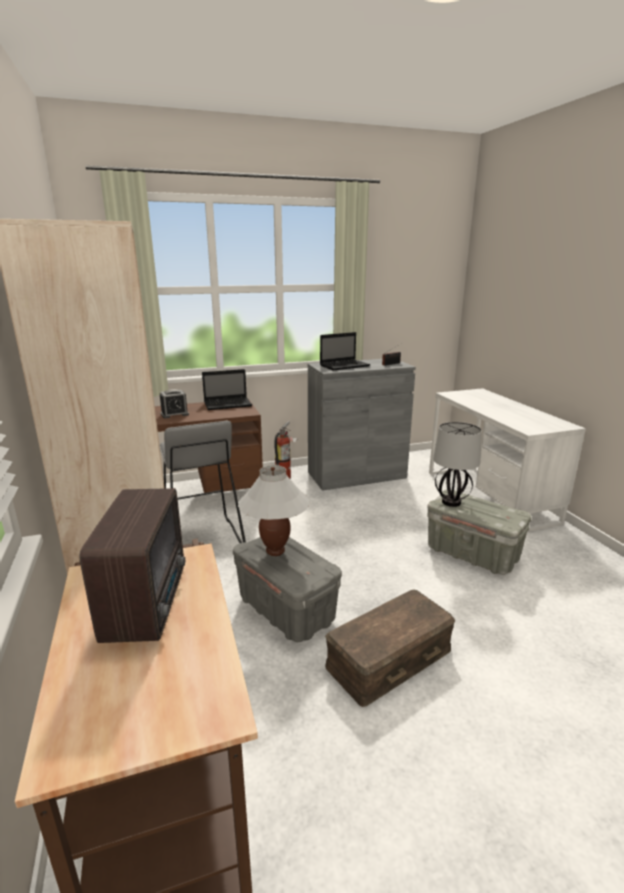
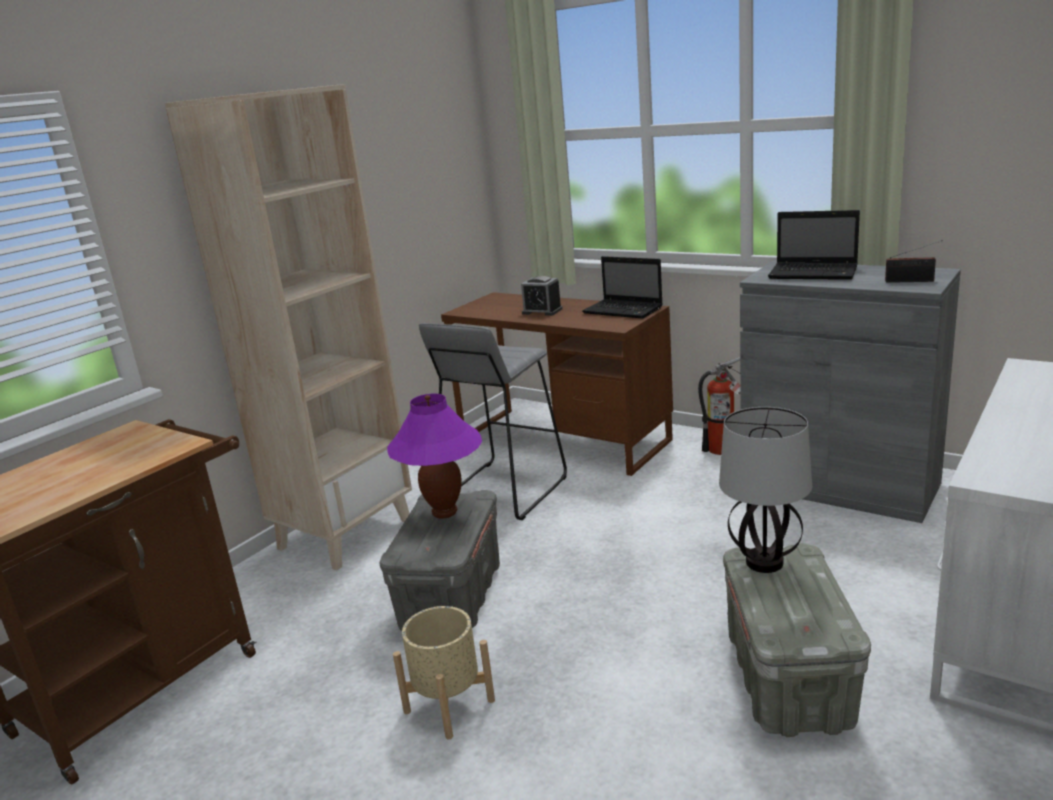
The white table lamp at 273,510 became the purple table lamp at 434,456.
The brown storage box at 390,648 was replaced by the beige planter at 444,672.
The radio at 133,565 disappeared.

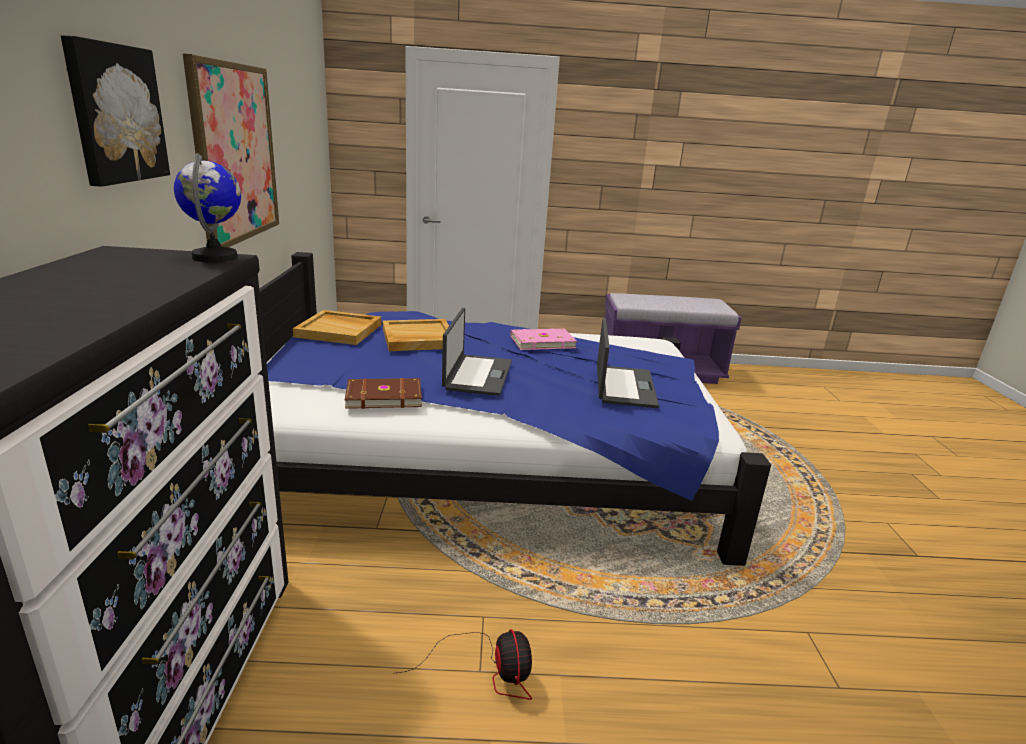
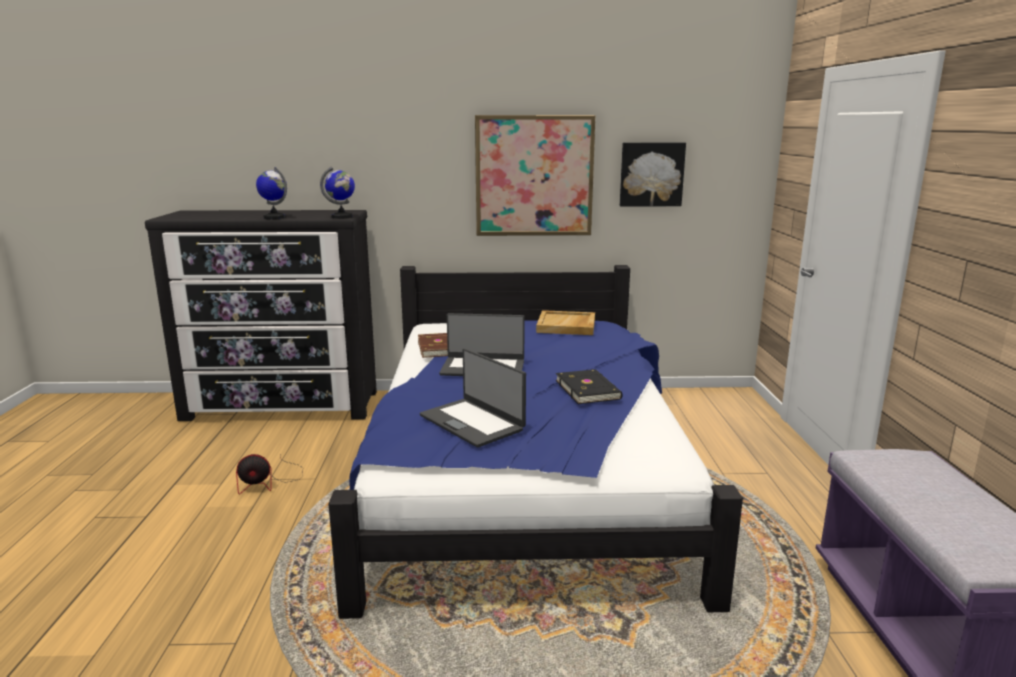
The globe at 271,193 appeared.
The laptop at 628,363 turned 45 degrees clockwise.
The pink book at 544,339 became the black book at 589,386.
The picture moved from 115,111 to 653,174.
The beige tray at 416,335 disappeared.

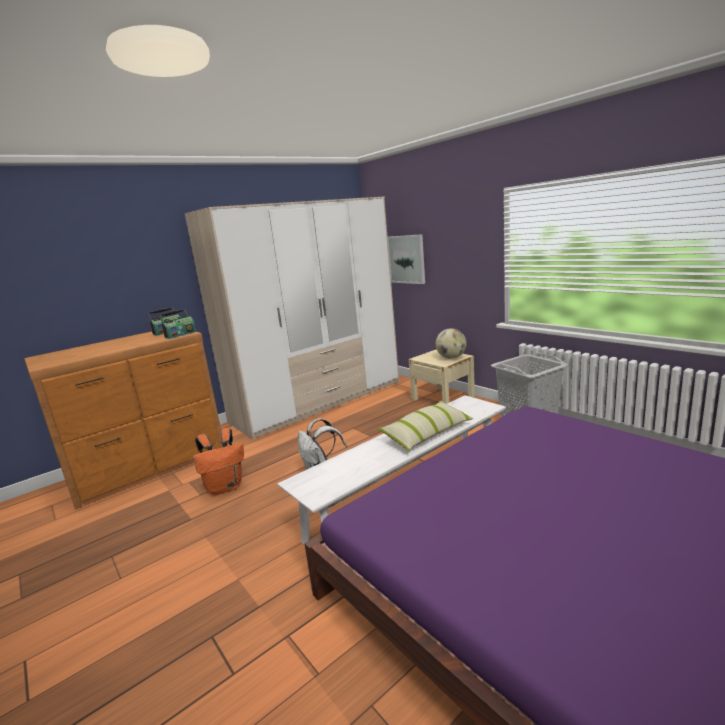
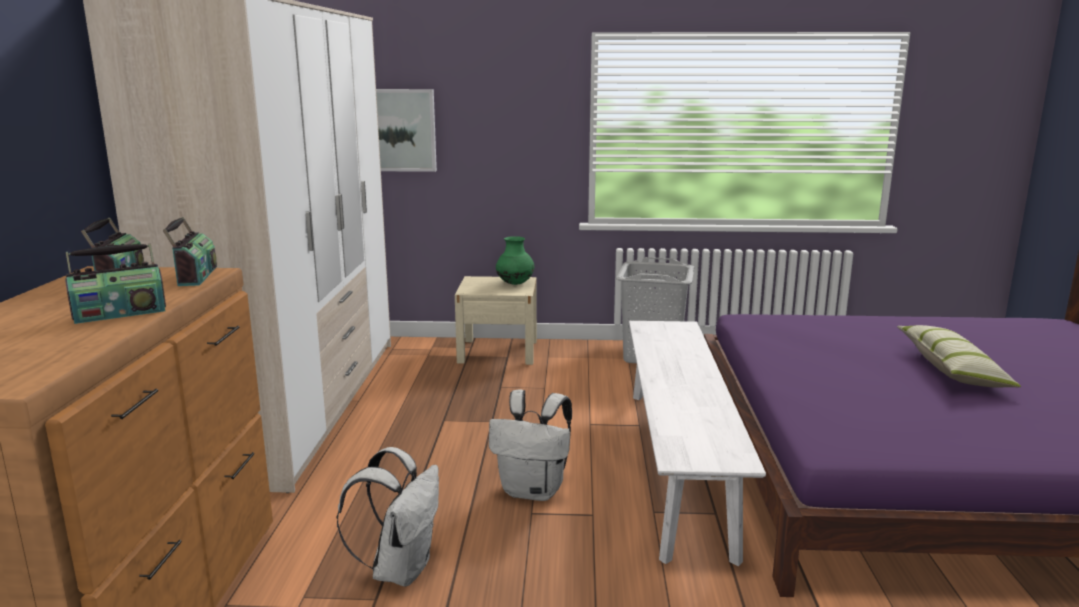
The radio at 115,283 appeared.
The orange backpack at 218,461 became the white backpack at 388,517.
The globe at 451,343 was replaced by the green vase at 515,260.
The pillow moved from 425,426 to 959,356.

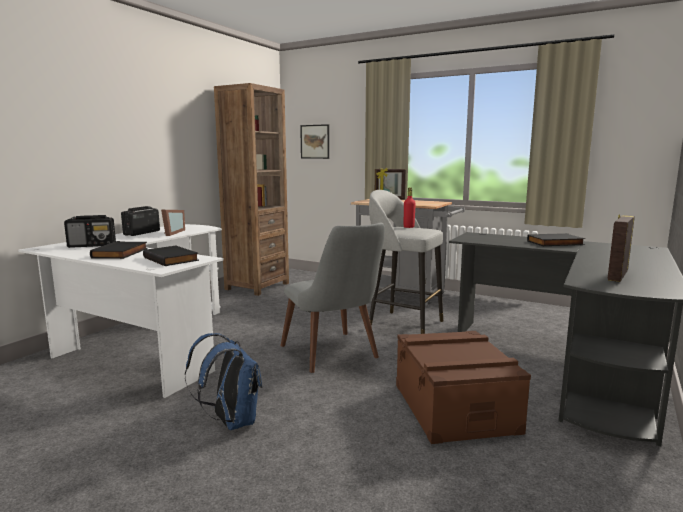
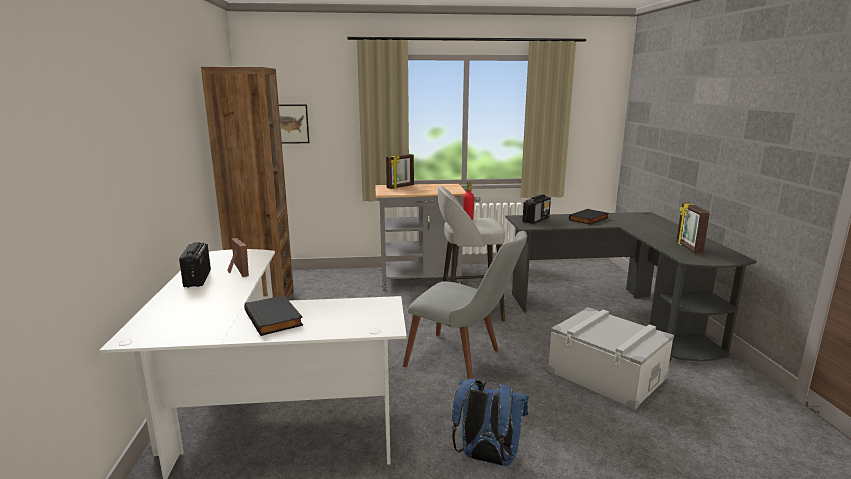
The radio moved from 90,231 to 537,209.
The brown storage box at 463,387 became the grey storage box at 611,358.
The black book at 171,256 disappeared.

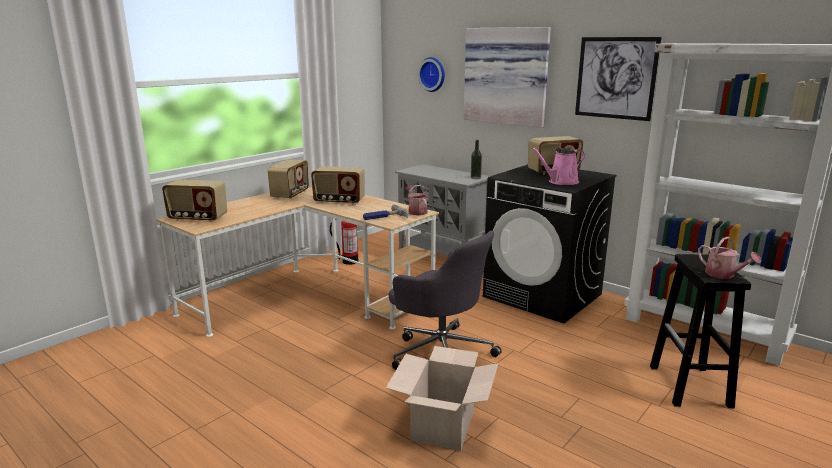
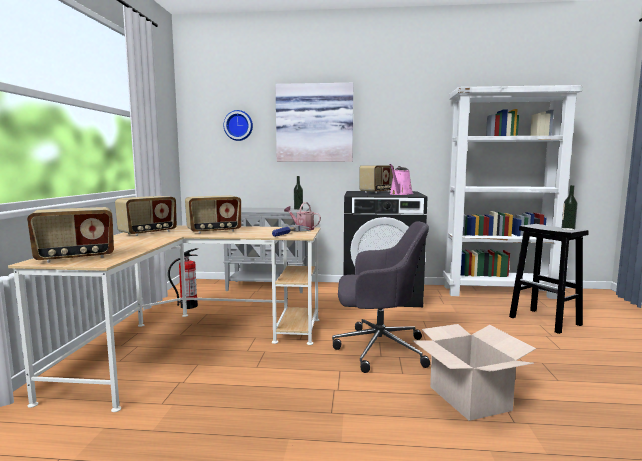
The radio at 288,179 turned 60 degrees clockwise.
The watering can at 729,258 was replaced by the bottle at 570,207.
The picture at 618,79 disappeared.

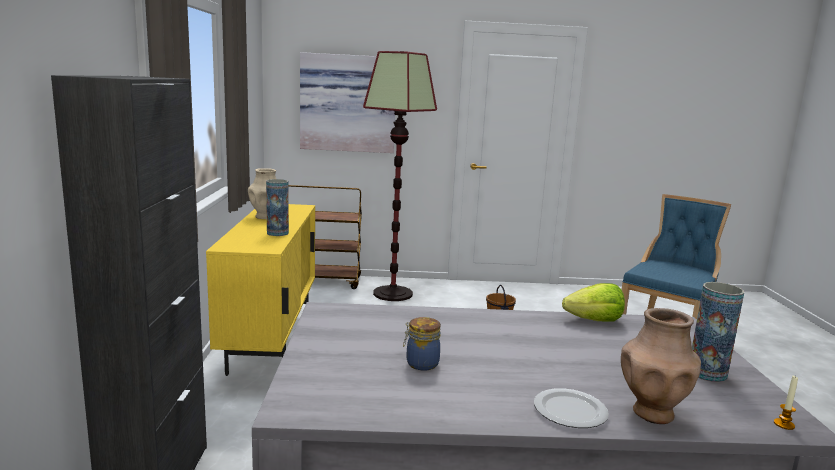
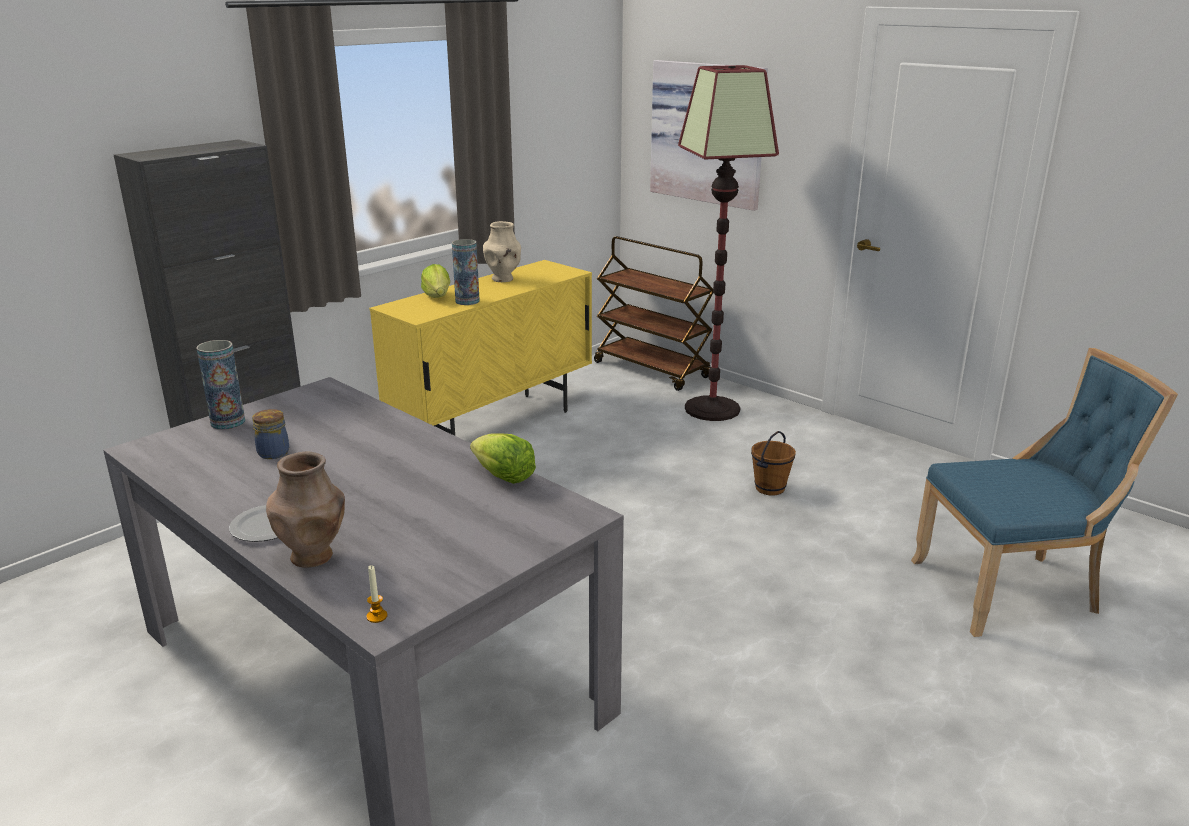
The vase moved from 718,332 to 221,385.
The lettuce at 435,281 appeared.

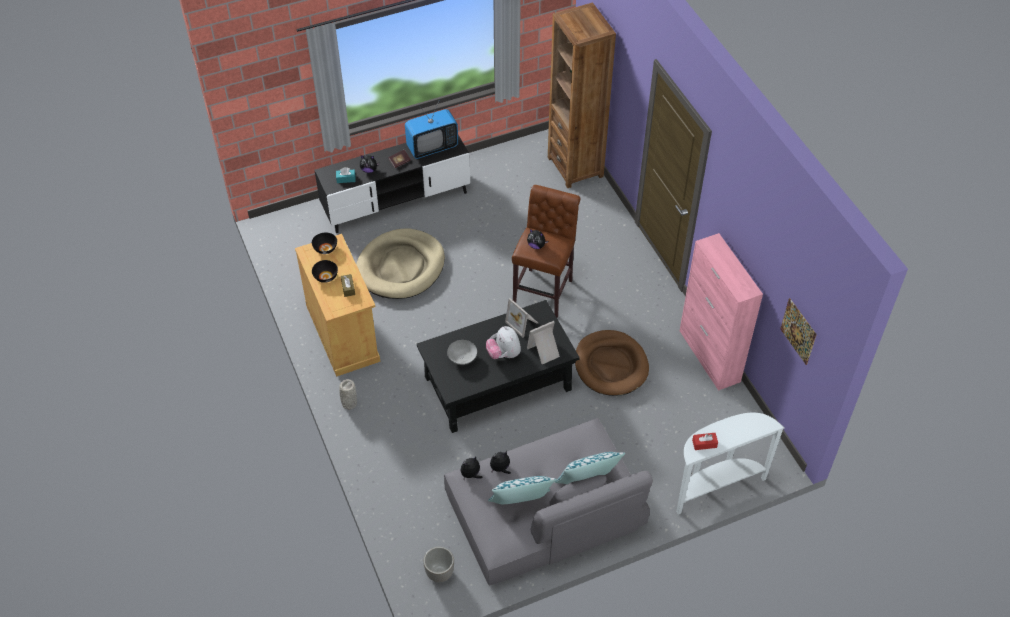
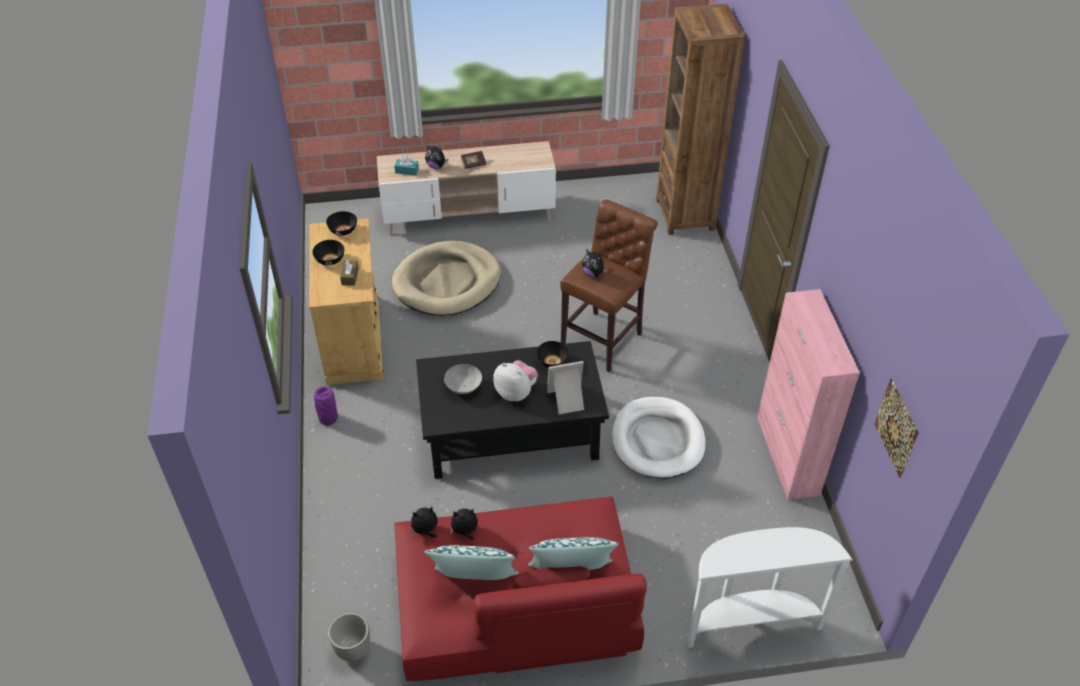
The grey vase at 348,394 became the purple vase at 326,406.
The black tv stand at 392,184 became the beige tv stand at 466,188.
The grey sofa at 548,502 became the red sofa at 520,588.
The plush toy at 503,342 turned 135 degrees clockwise.
The picture frame at 521,318 was replaced by the black bowl at 553,354.
The brown dog bed at 612,363 became the white dog bed at 658,438.
The television at 431,130 disappeared.
The red tissue box at 705,441 disappeared.

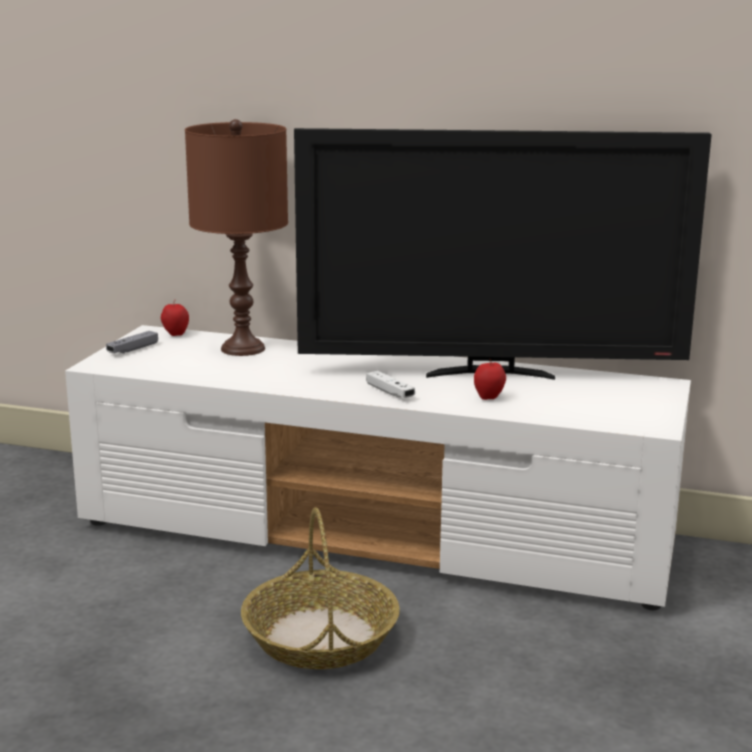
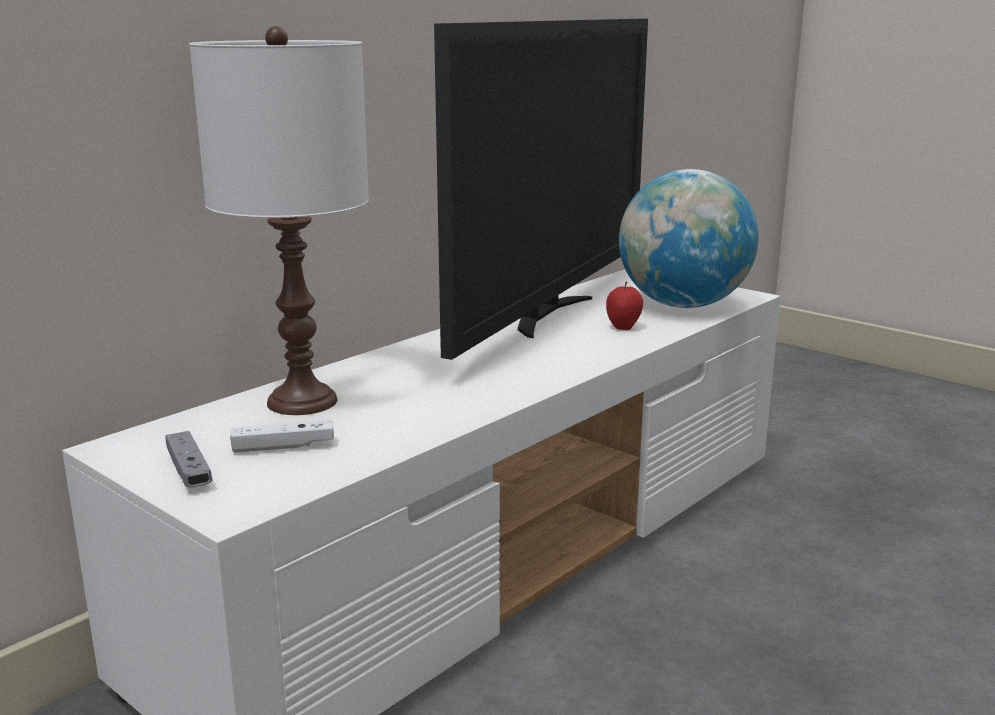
The brown table lamp at 236,237 became the white table lamp at 279,220.
The white game controller moved from 390,384 to 282,436.
The globe at 688,238 appeared.
The apple at 175,317 disappeared.
The basket at 320,588 disappeared.

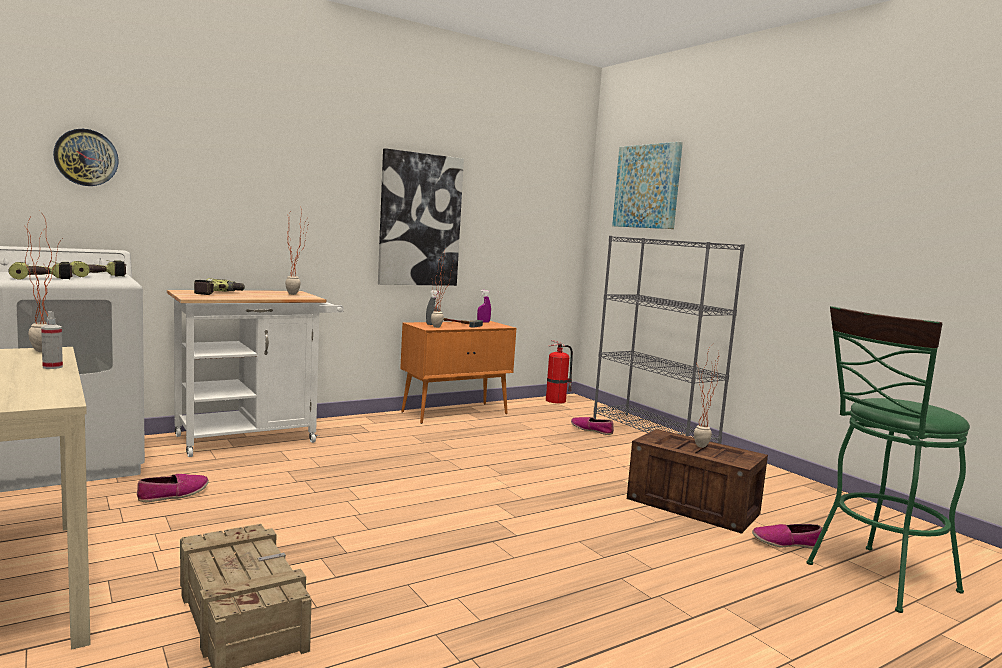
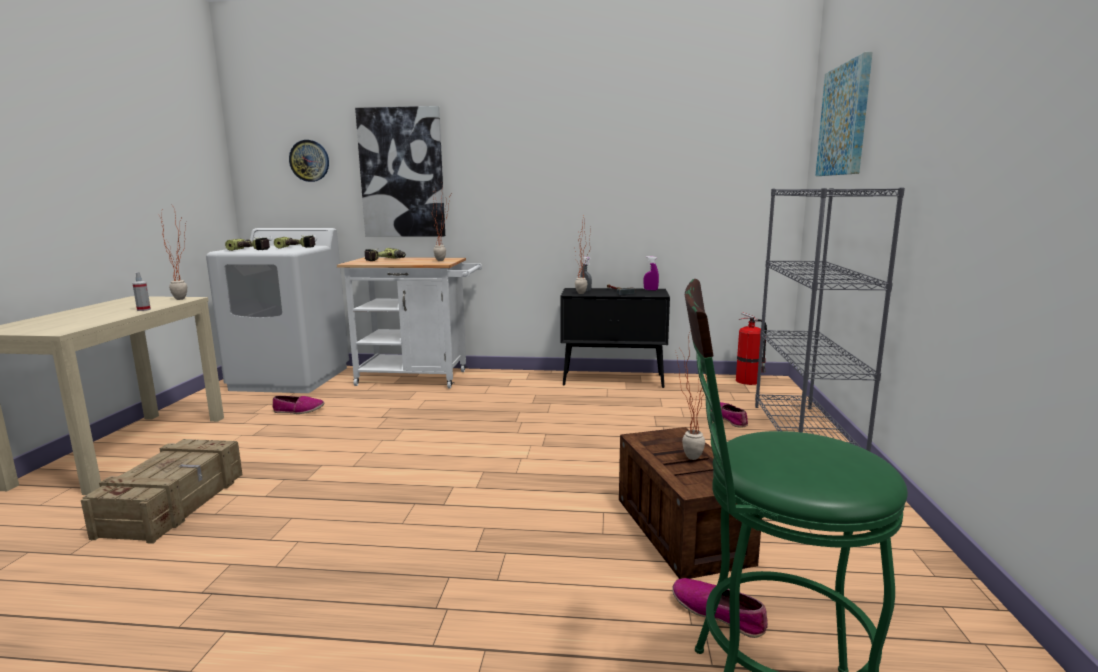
The picture moved from 421,217 to 400,171.
The orange cabinet at 458,372 became the black cabinet at 615,338.

